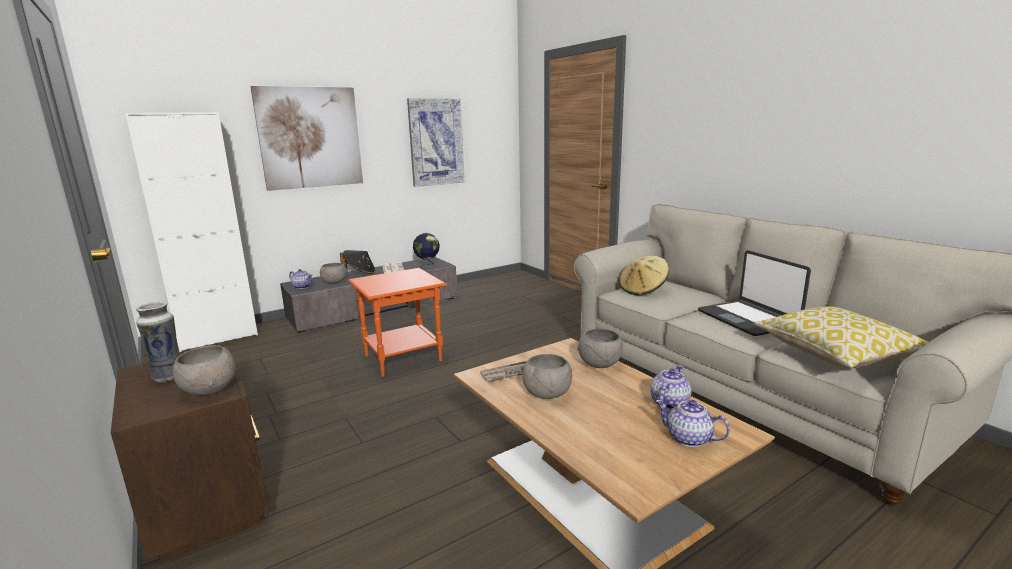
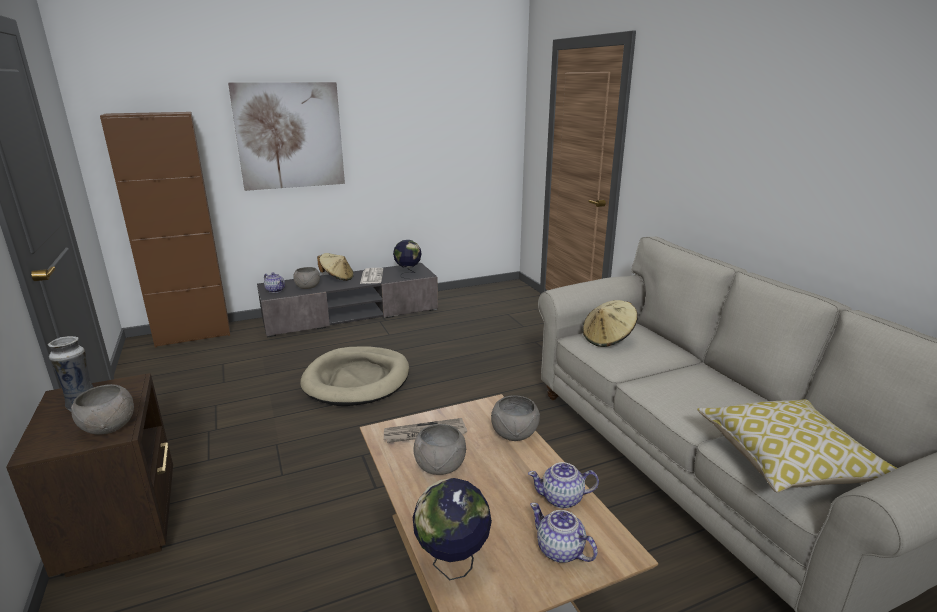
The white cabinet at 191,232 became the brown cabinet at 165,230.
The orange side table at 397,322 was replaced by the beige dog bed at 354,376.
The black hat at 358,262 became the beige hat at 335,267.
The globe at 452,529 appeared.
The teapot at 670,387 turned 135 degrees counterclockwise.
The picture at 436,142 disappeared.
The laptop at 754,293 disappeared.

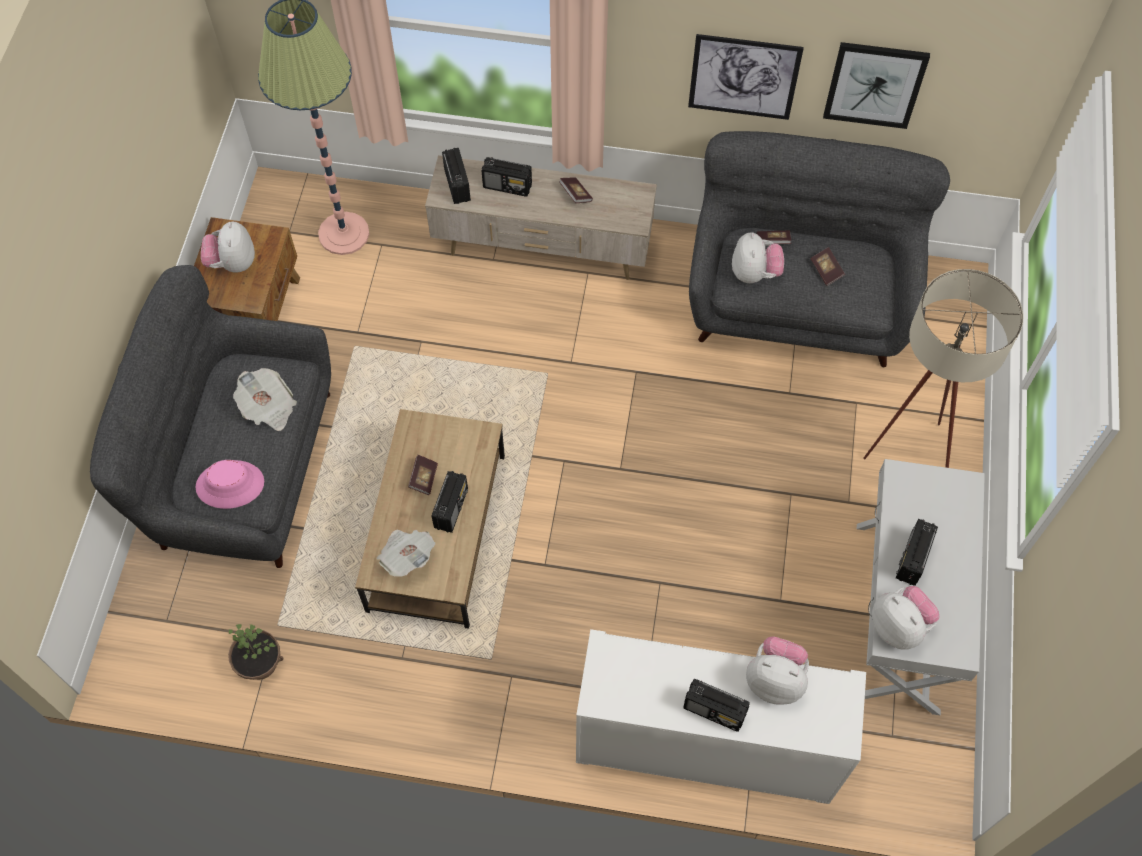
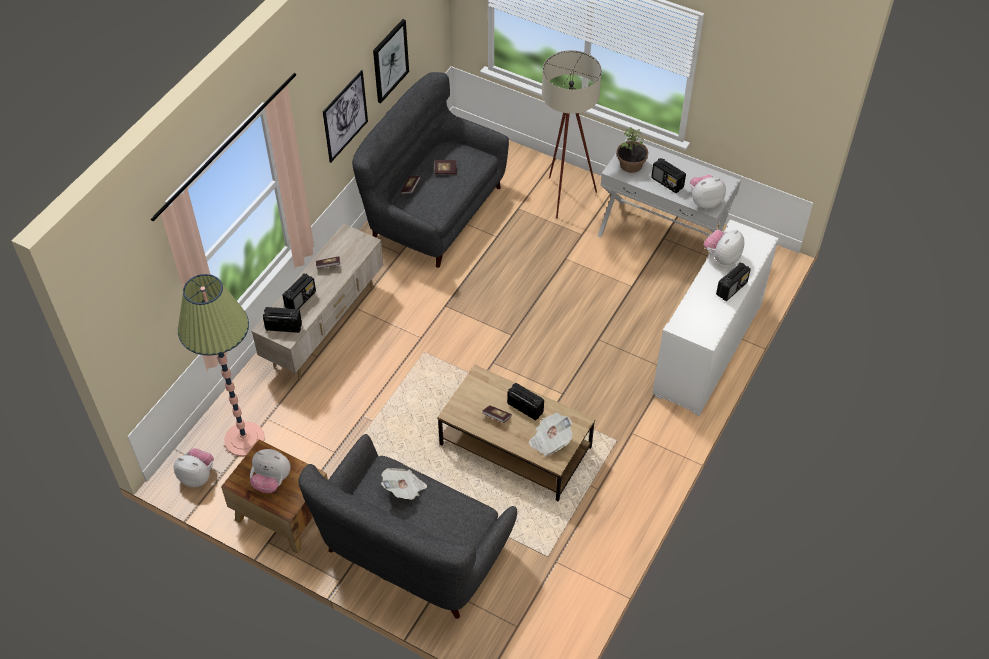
The plush toy moved from 758,257 to 194,467.
The potted plant moved from 255,652 to 632,150.
The pink hat at 229,484 disappeared.

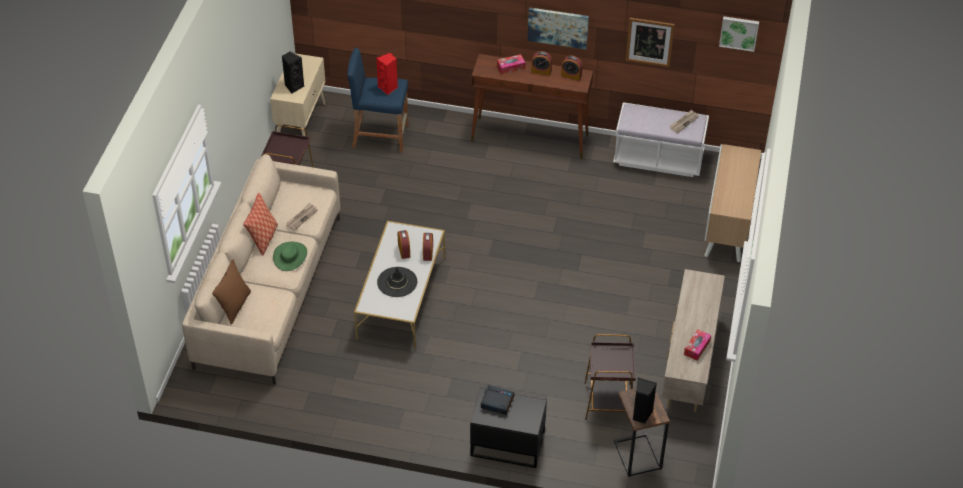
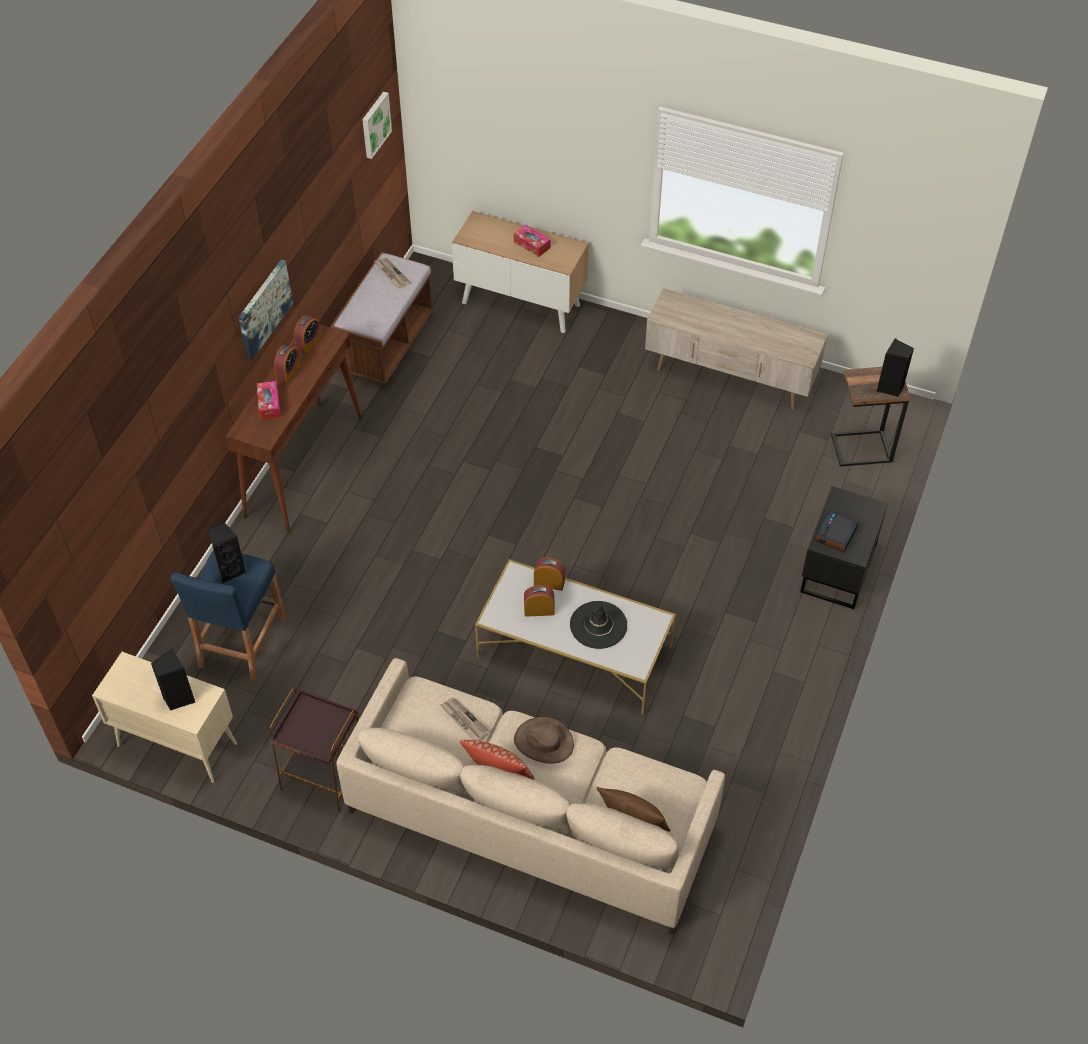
The red speaker at 387,74 became the black speaker at 227,552.
The white bench at 661,139 became the brown bench at 382,318.
The tissue box moved from 697,345 to 532,241.
The green hat at 290,256 became the brown hat at 544,740.
The brown side table at 610,377 disappeared.
The picture at 650,42 disappeared.

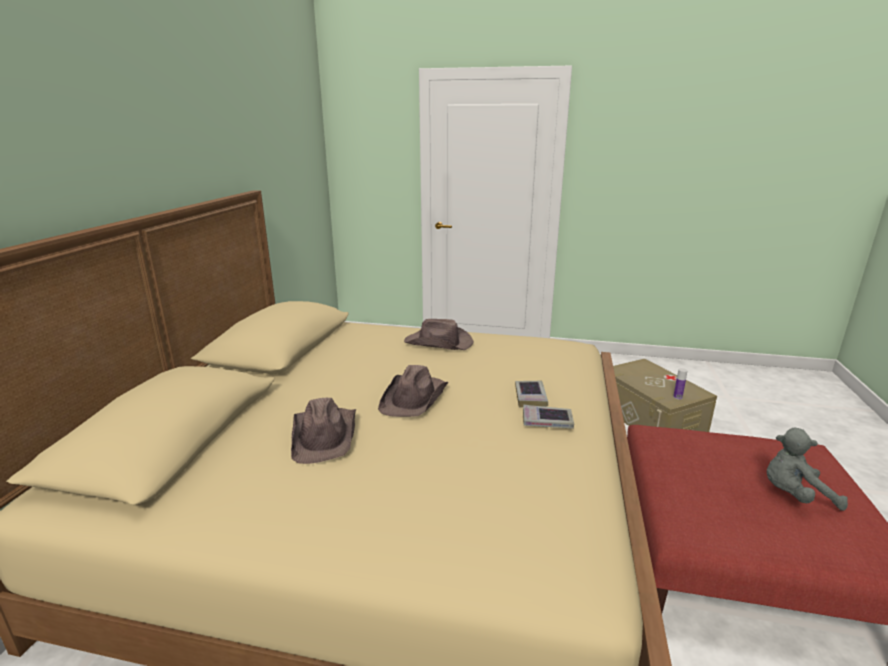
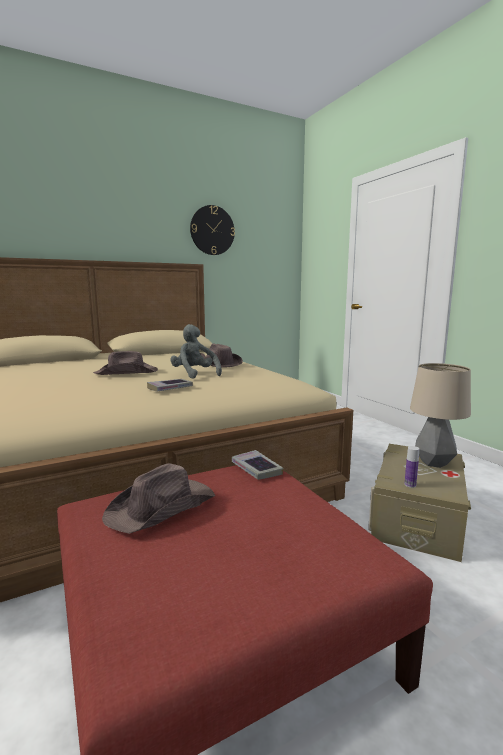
The brown hat moved from 323,431 to 158,498.
The grey plush toy moved from 807,469 to 196,351.
The wall clock at 212,230 appeared.
The book moved from 548,417 to 257,465.
The table lamp at 440,415 appeared.

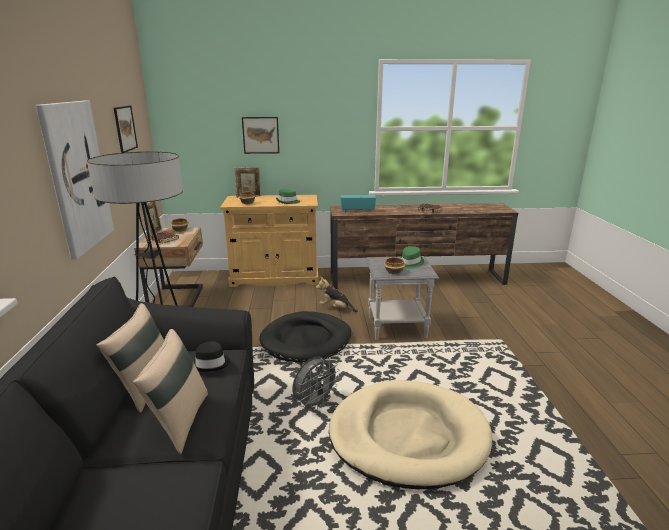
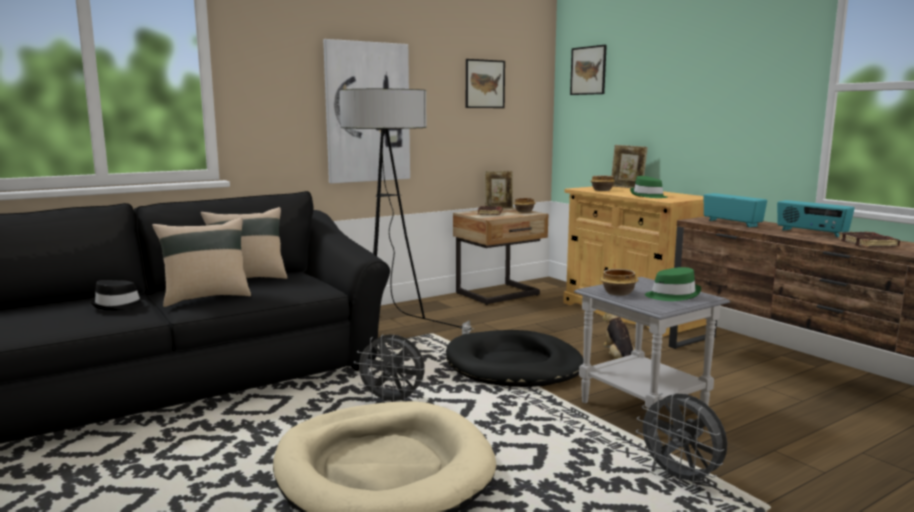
The black hat moved from 212,356 to 118,295.
The picture moved from 260,135 to 588,70.
The grey fan at 681,440 appeared.
The radio at 816,219 appeared.

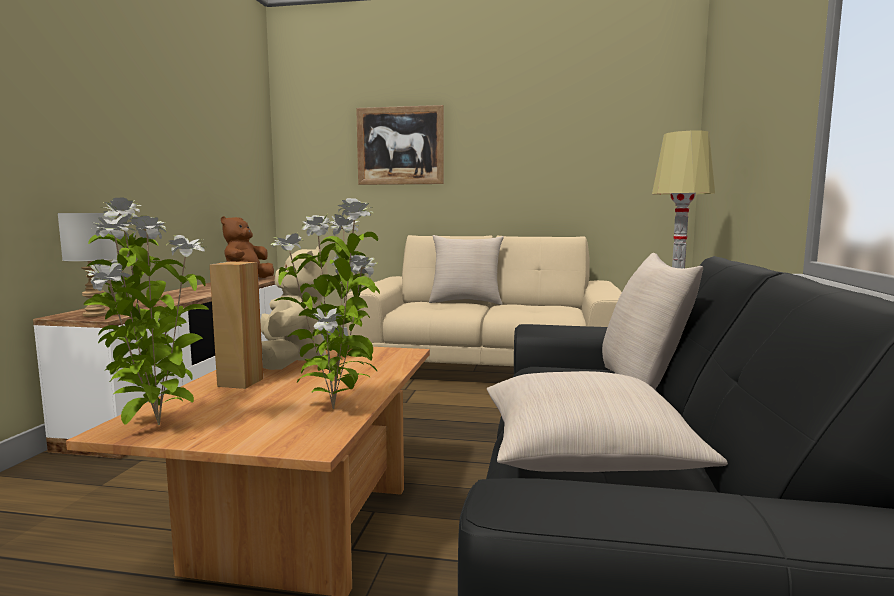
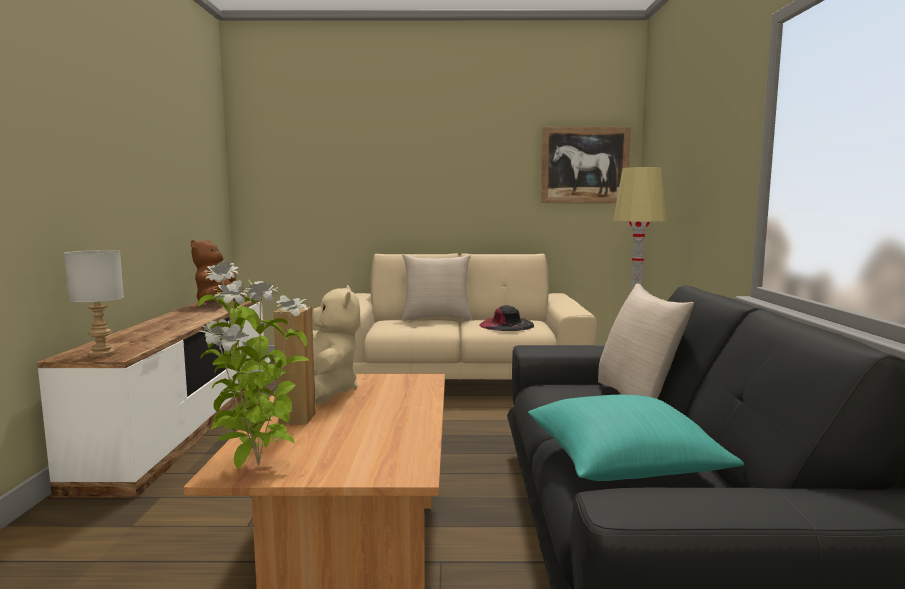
The black hat at 506,318 appeared.
The beige pillow at 607,421 became the turquoise pillow at 636,438.
The picture moved from 400,145 to 586,165.
The potted plant at 325,303 disappeared.

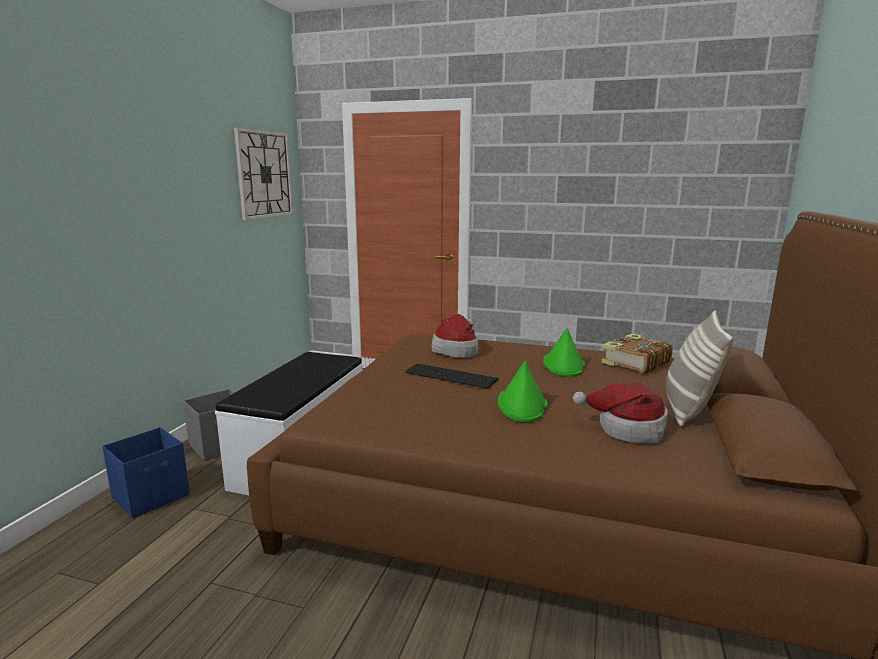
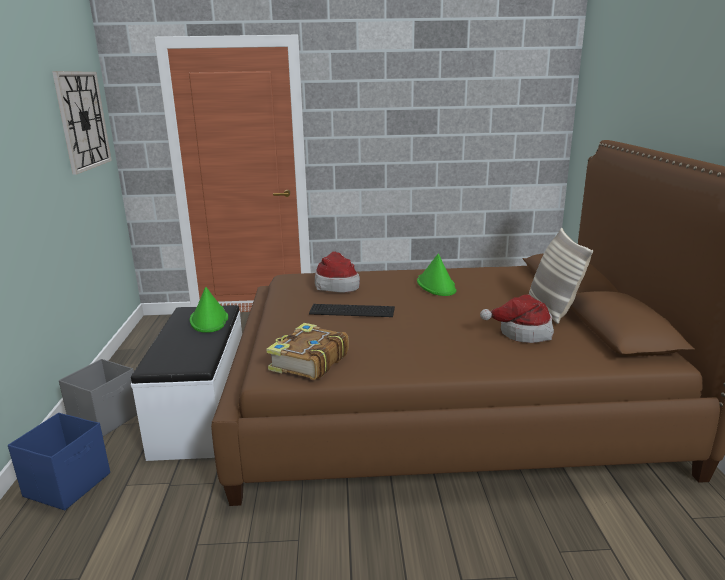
The green hat moved from 522,391 to 209,310.
The book moved from 637,353 to 307,351.

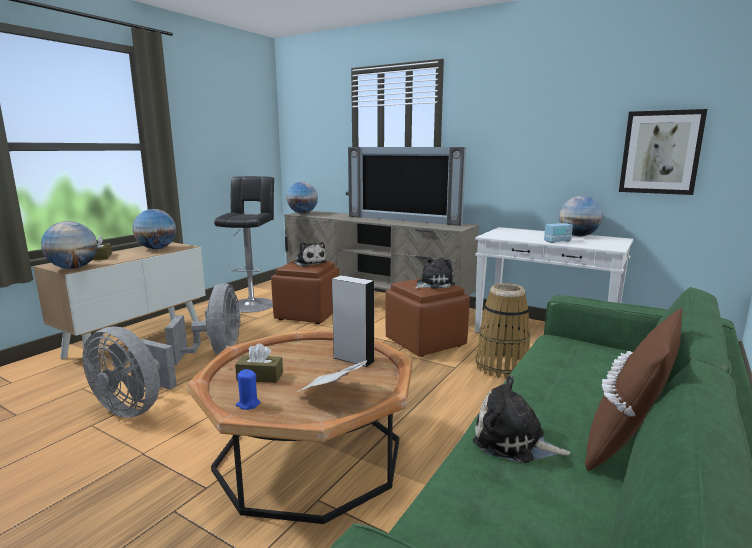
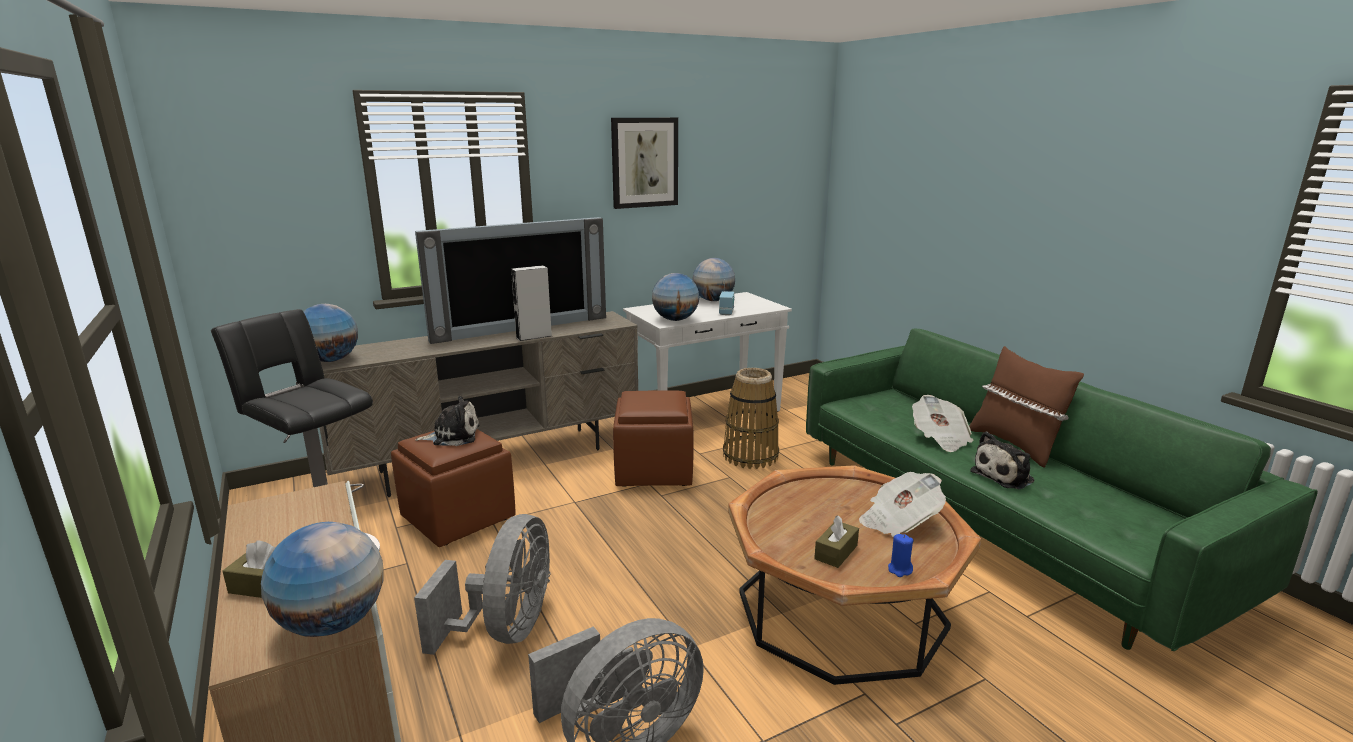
The grey fan at 203,324 turned 75 degrees clockwise.
The grey speaker moved from 353,321 to 531,303.
The picture moved from 663,152 to 644,163.
The globe moved from 154,229 to 675,297.
The newspaper at 942,423 appeared.
The plush toy at 435,273 disappeared.

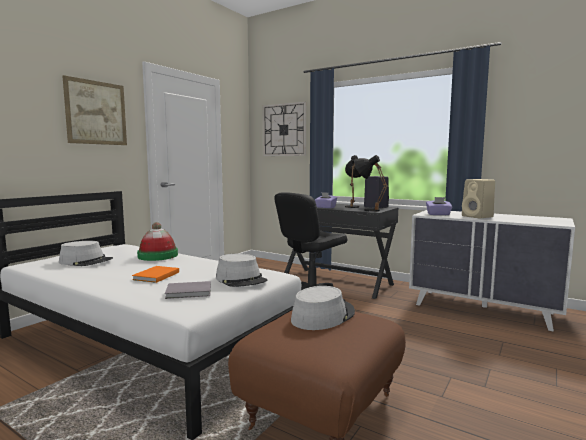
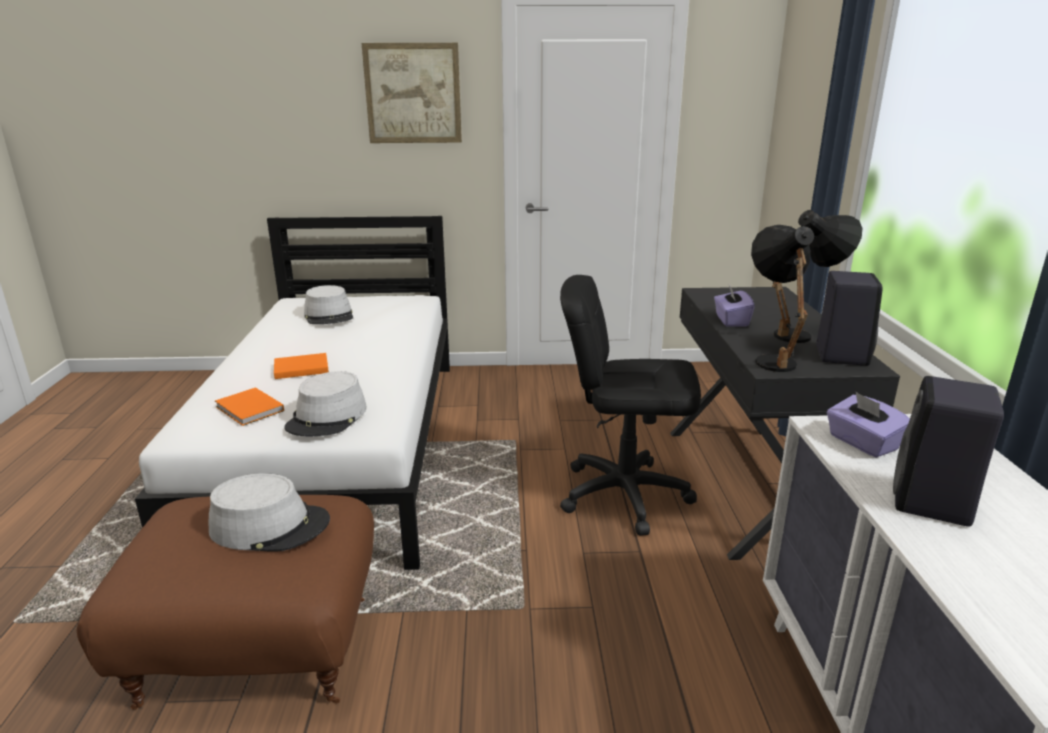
The grey book at 188,290 became the orange book at 249,406.
The beige speaker at 478,198 became the black speaker at 948,451.
The hat at 157,241 disappeared.
The wall clock at 284,128 disappeared.

